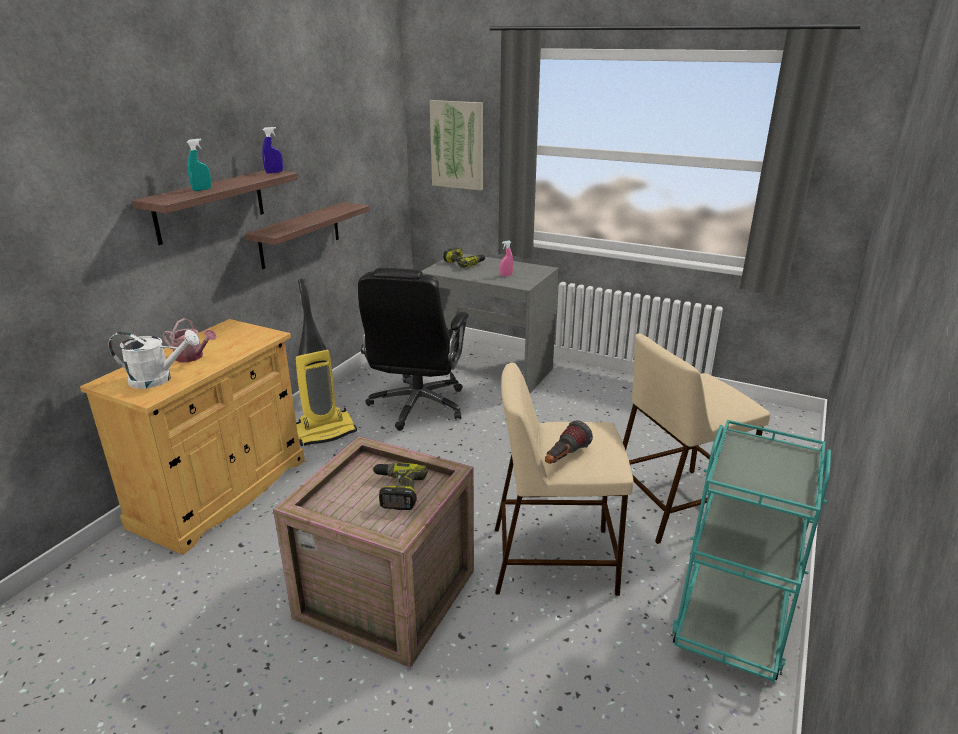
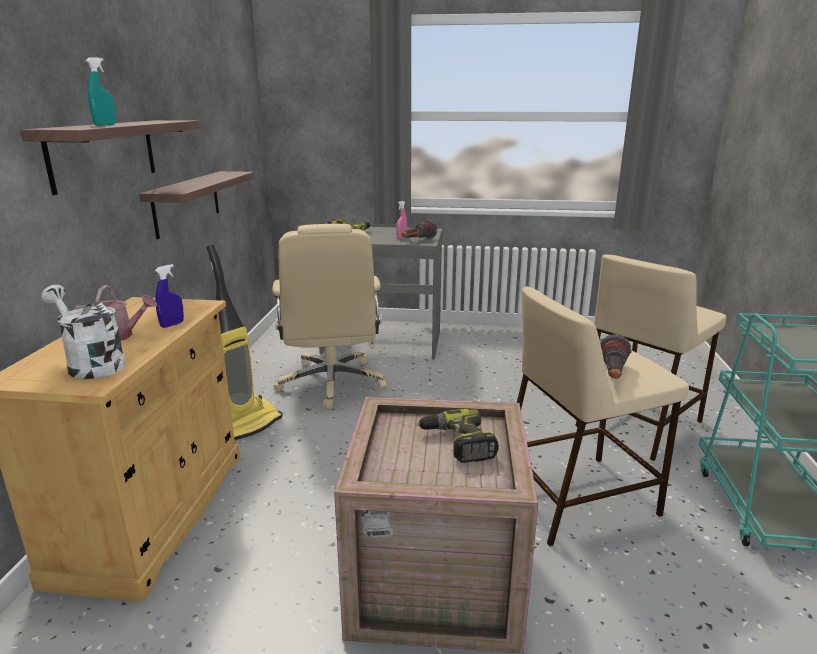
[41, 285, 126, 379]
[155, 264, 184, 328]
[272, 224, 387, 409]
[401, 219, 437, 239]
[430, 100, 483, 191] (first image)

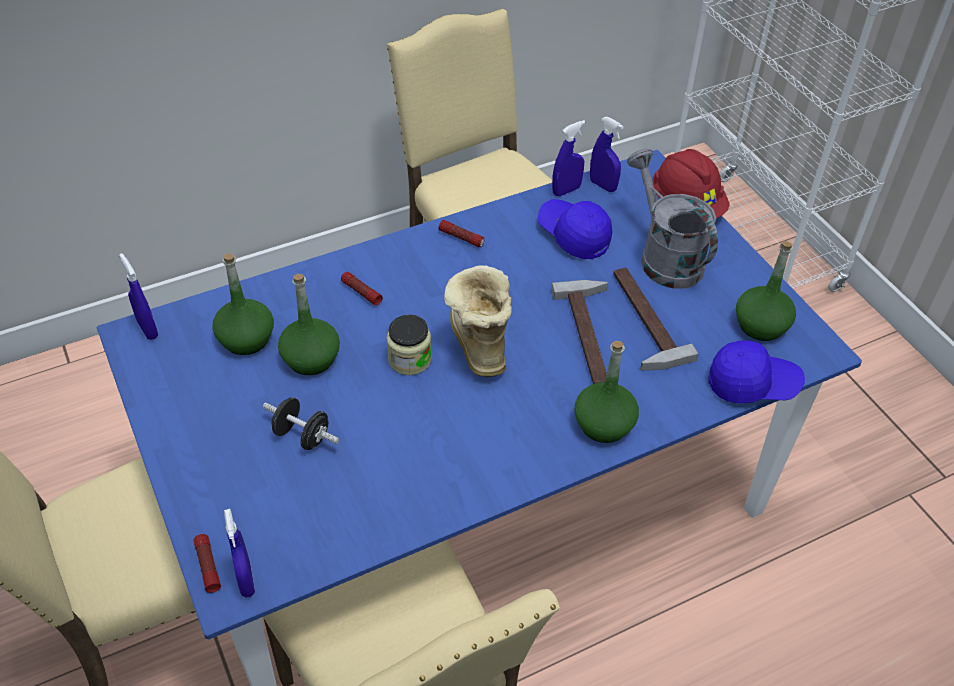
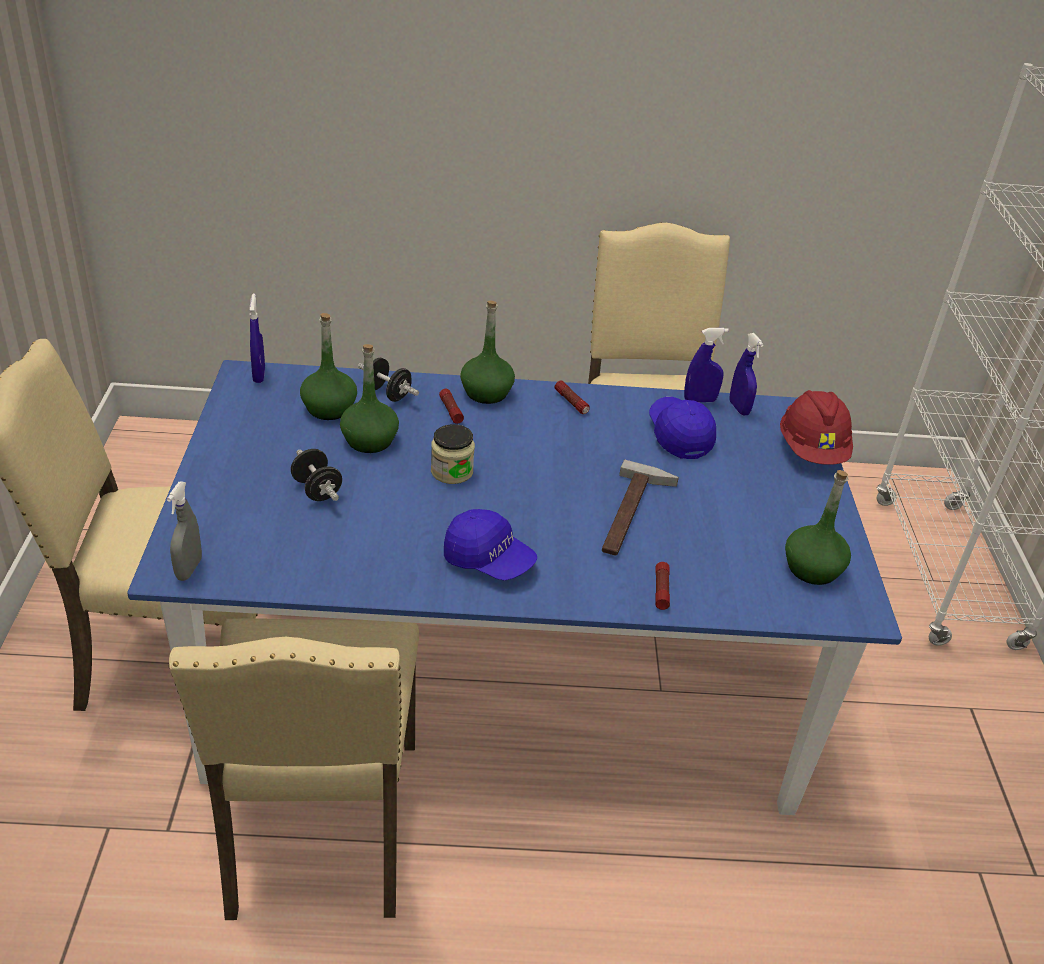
[167, 481, 202, 581]
[358, 358, 419, 402]
[444, 509, 537, 581]
[460, 301, 515, 404]
[655, 562, 670, 610]
[444, 265, 512, 377] (first image)
[613, 268, 699, 371] (first image)
[627, 149, 718, 289] (first image)

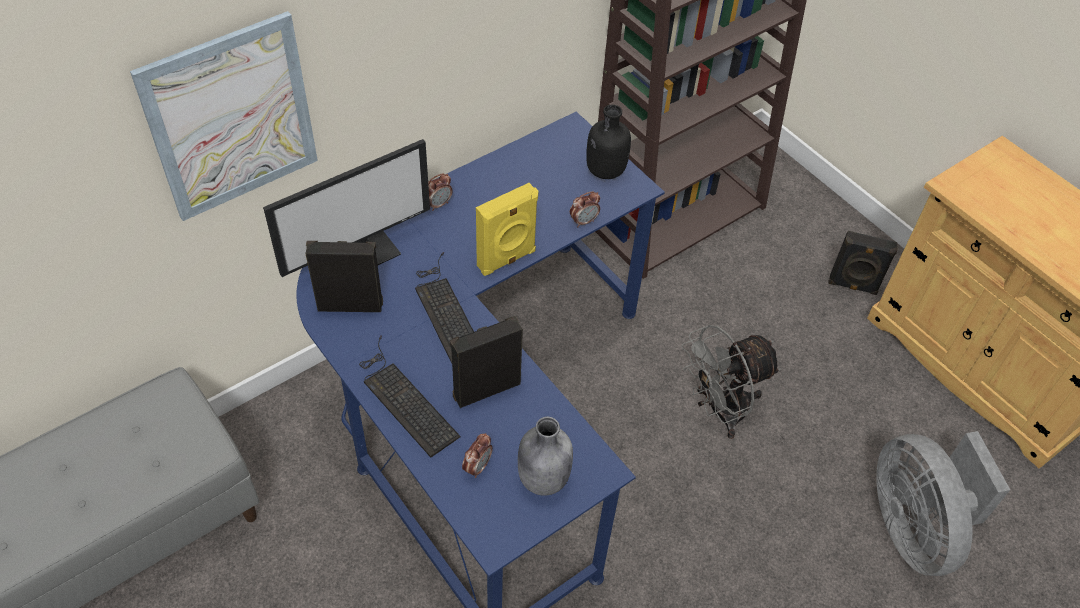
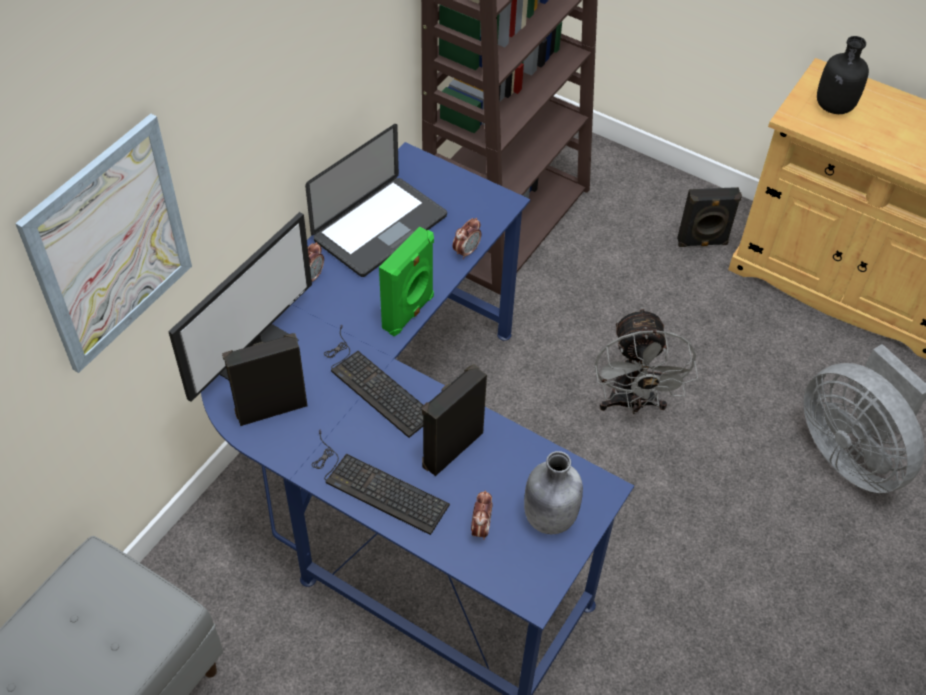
[305, 124, 447, 277]
[379, 227, 434, 336]
[595, 307, 698, 414]
[817, 36, 869, 114]

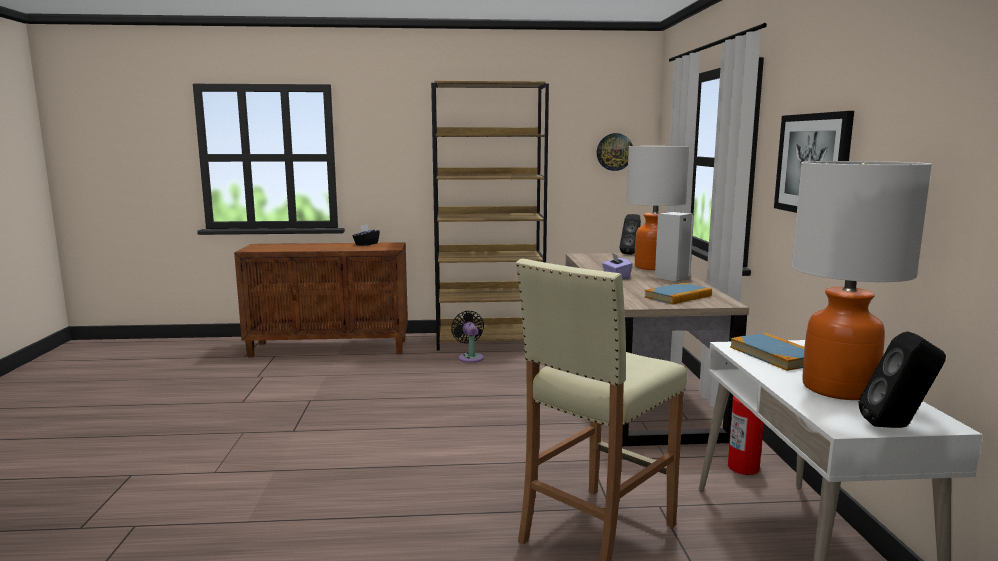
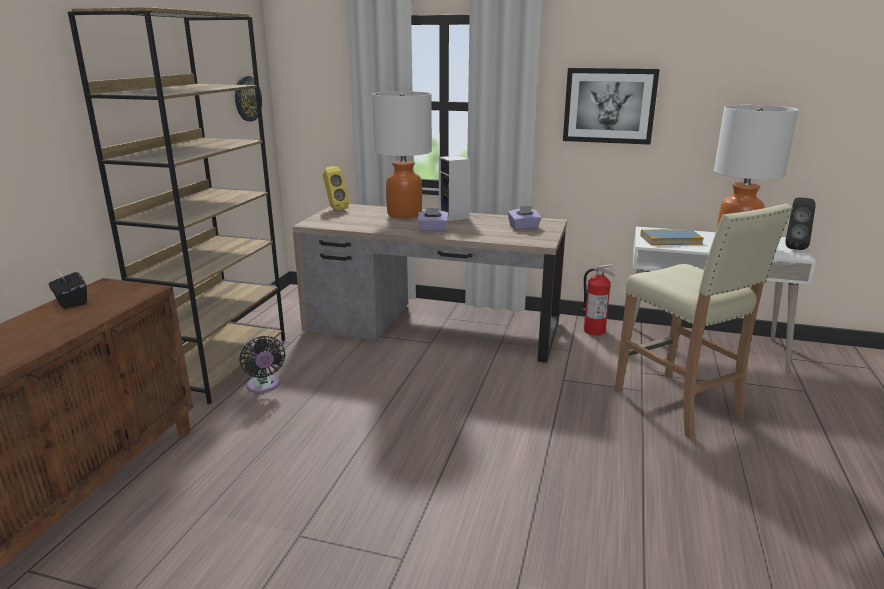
[239, 336, 286, 393]
[323, 166, 349, 210]
[508, 206, 542, 230]

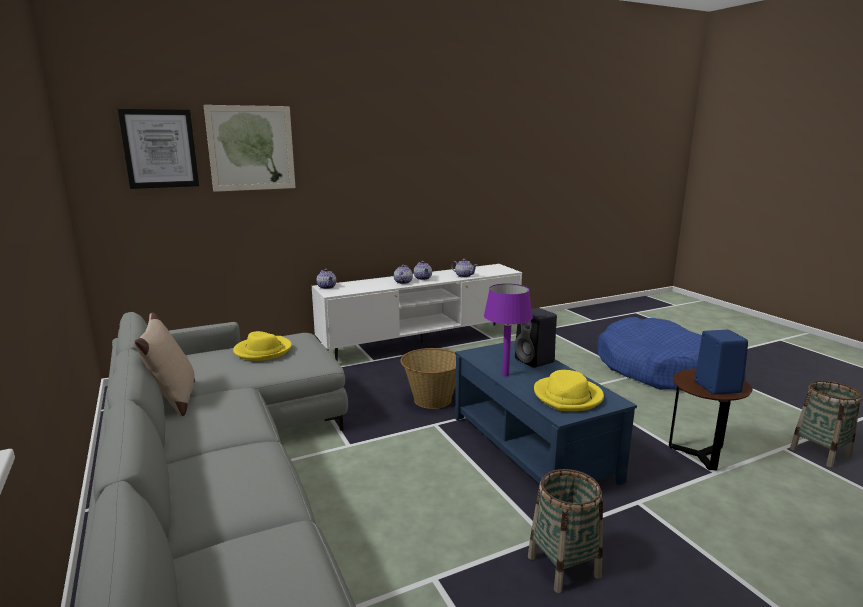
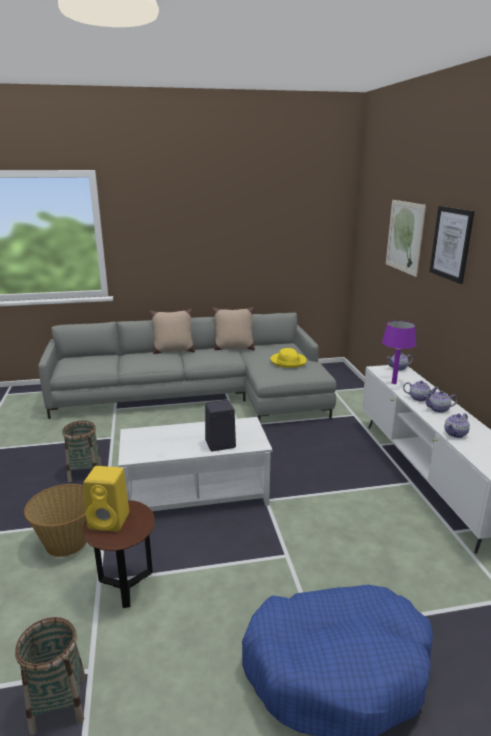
[24, 484, 87, 557]
[83, 466, 129, 532]
[118, 417, 273, 511]
[149, 309, 195, 354]
[382, 320, 416, 384]
[430, 206, 475, 284]
[534, 370, 604, 411] (first image)

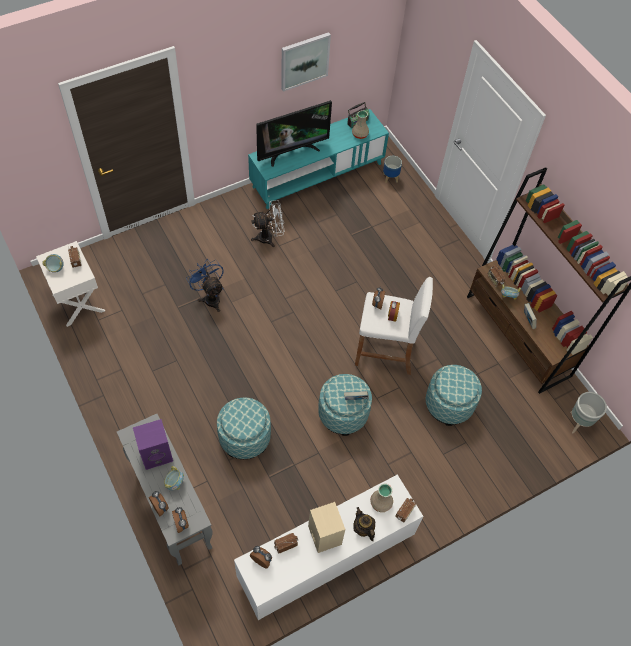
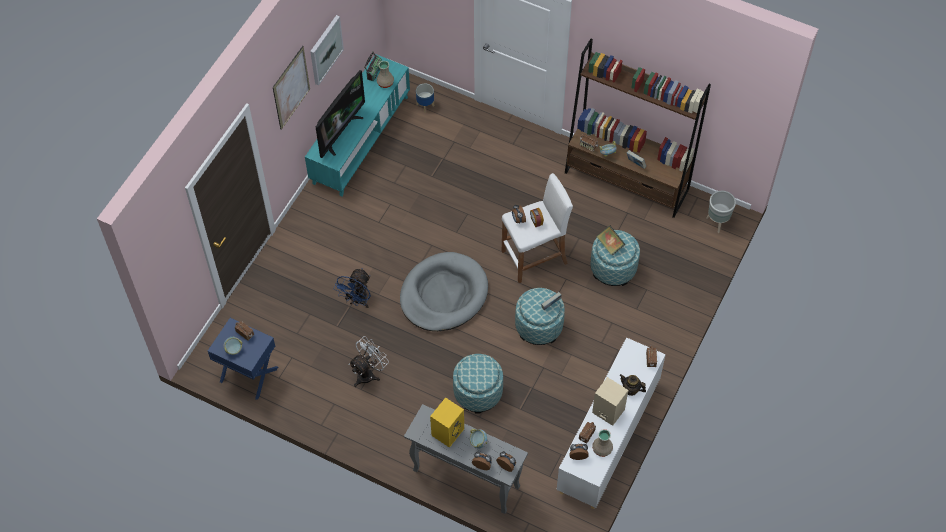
[208, 318, 278, 400]
[273, 46, 310, 130]
[334, 268, 371, 308]
[349, 336, 389, 387]
[400, 252, 488, 331]
[430, 397, 464, 448]
[592, 429, 613, 457]
[597, 226, 626, 256]

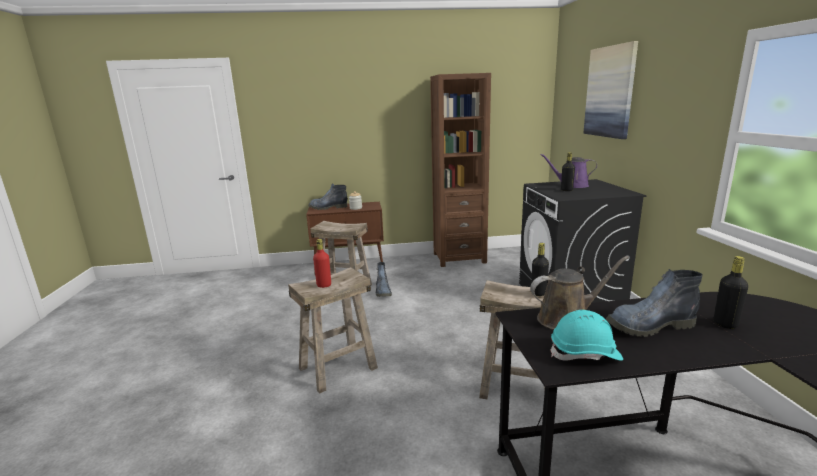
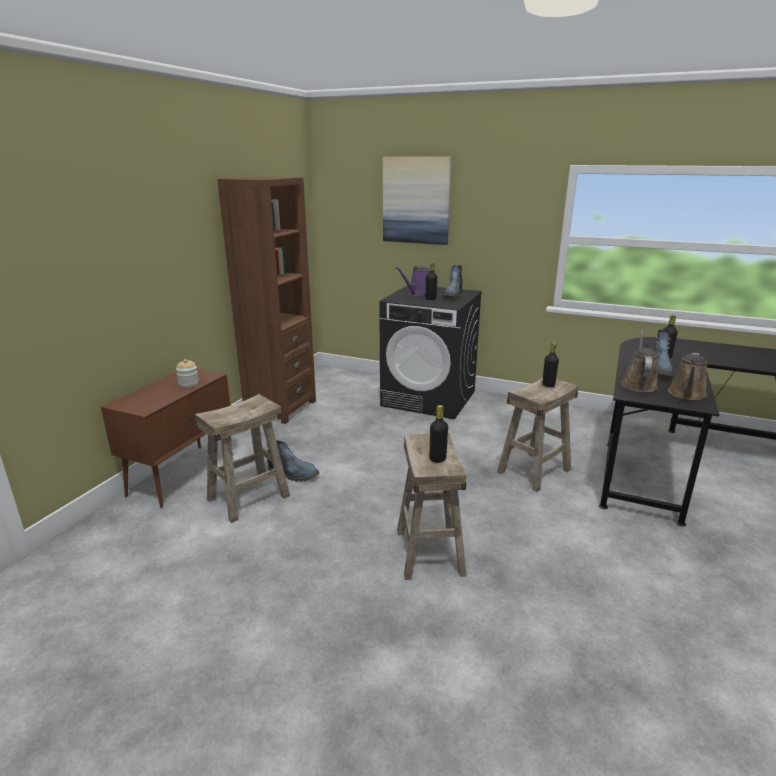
[430, 405, 448, 463]
[443, 265, 463, 298]
[668, 353, 707, 400]

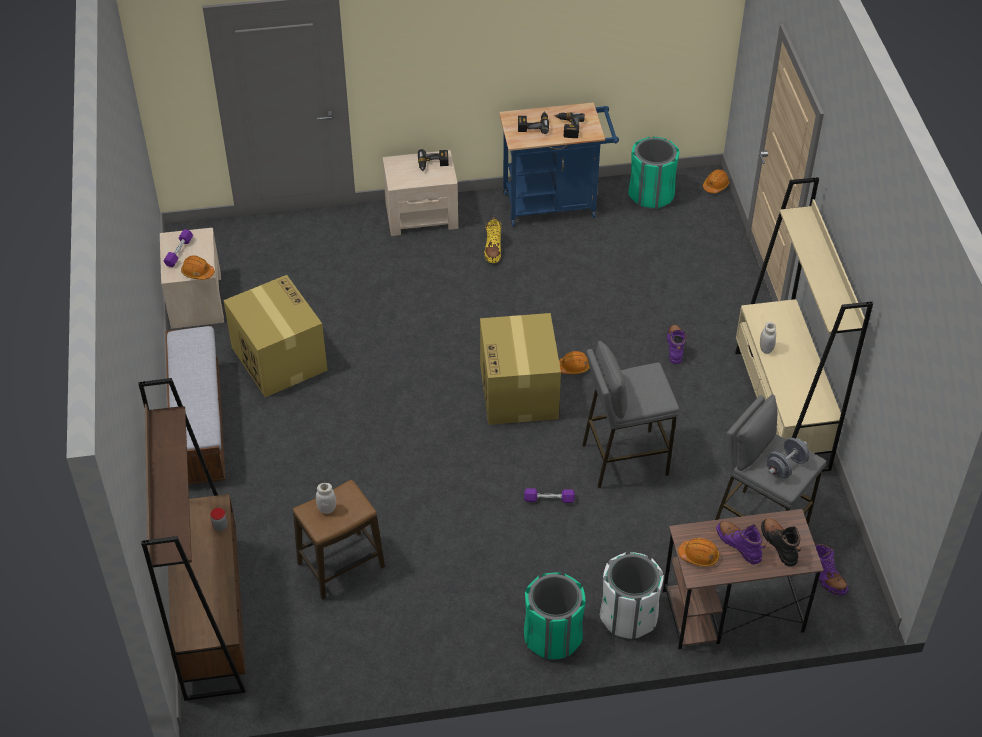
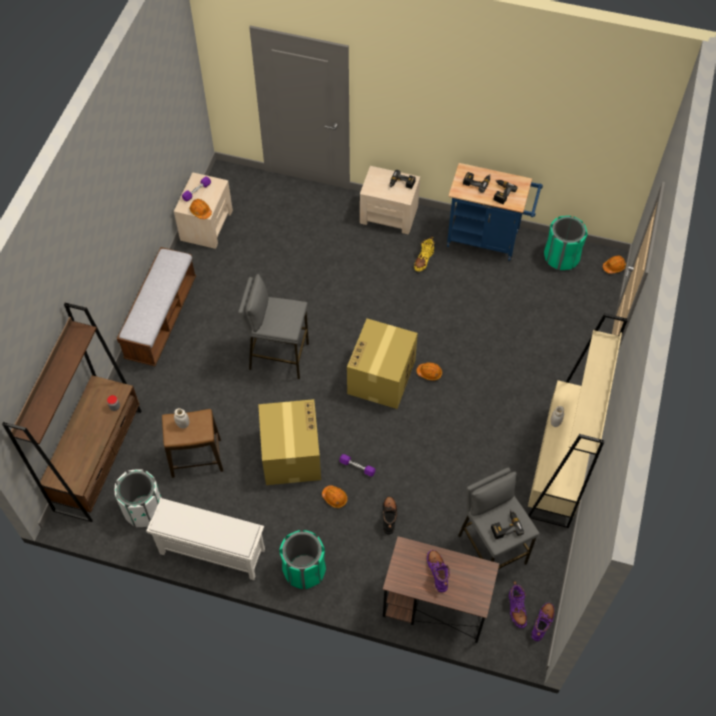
[115, 469, 162, 527]
[146, 498, 265, 580]
[238, 274, 309, 379]
[258, 399, 321, 485]
[322, 485, 348, 508]
[383, 497, 397, 535]
[491, 509, 524, 539]
[531, 603, 555, 641]

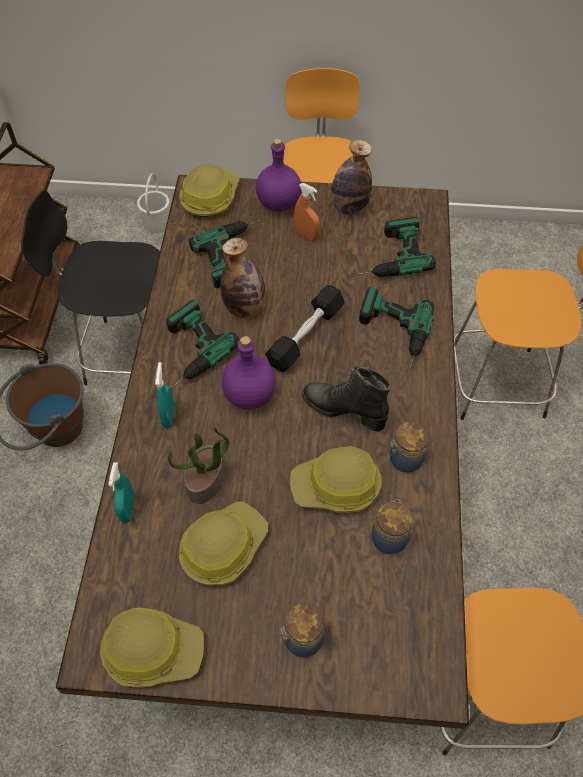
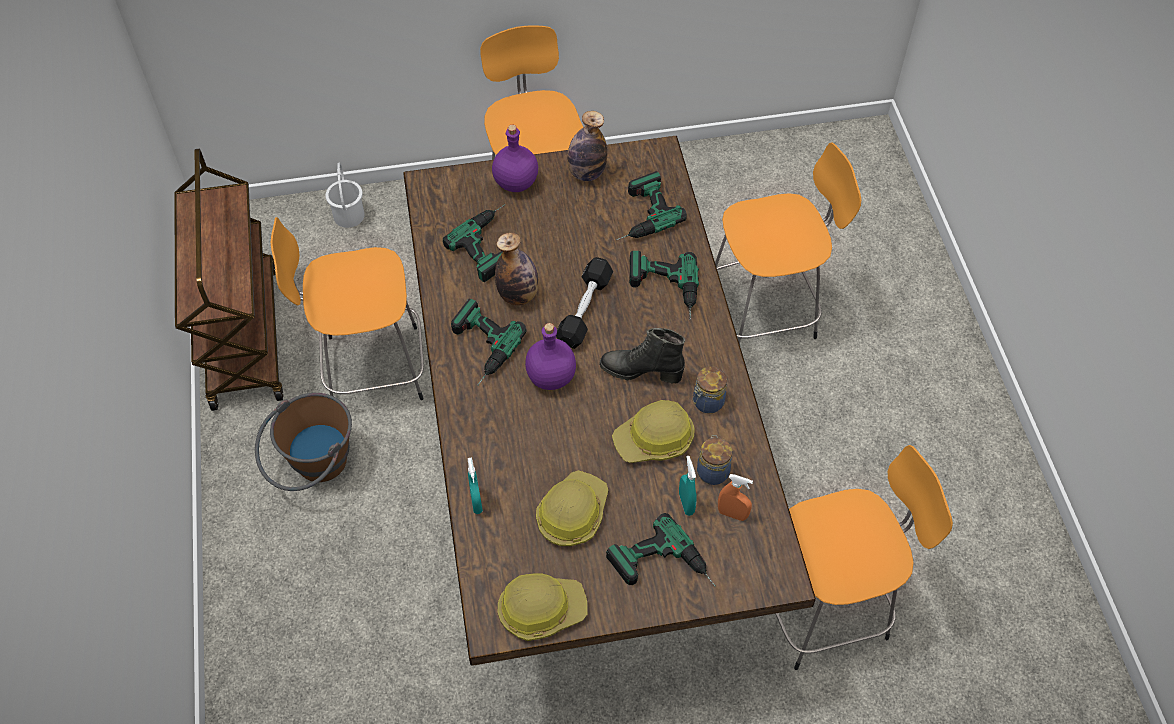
[270, 217, 424, 400]
[606, 513, 716, 587]
[679, 456, 697, 516]
[718, 474, 753, 521]
[168, 427, 229, 504] (first image)
[179, 164, 240, 217] (first image)

